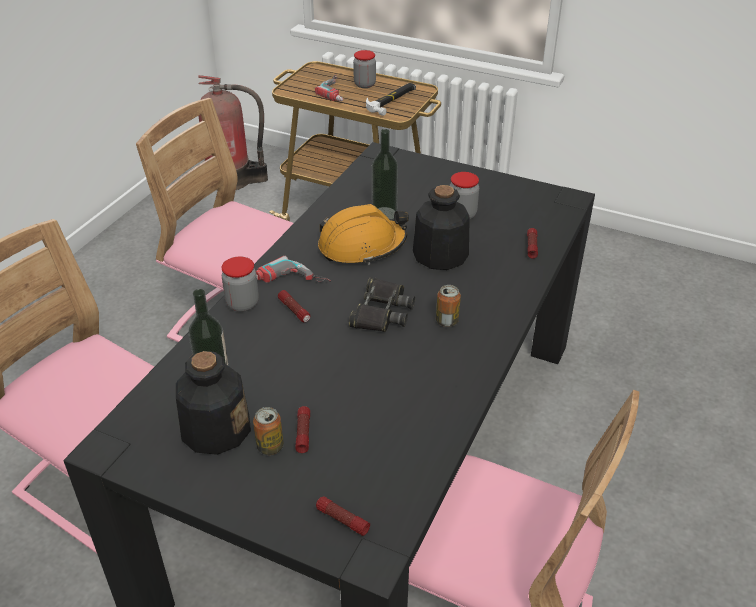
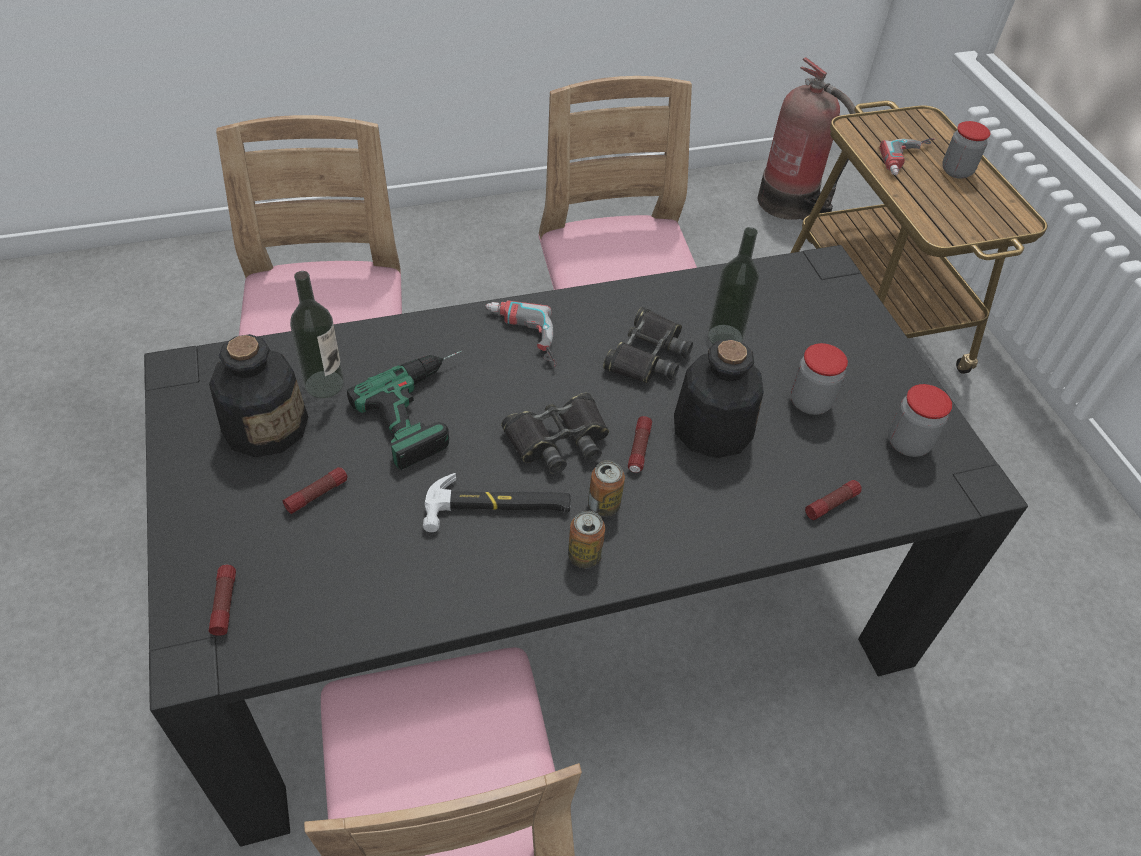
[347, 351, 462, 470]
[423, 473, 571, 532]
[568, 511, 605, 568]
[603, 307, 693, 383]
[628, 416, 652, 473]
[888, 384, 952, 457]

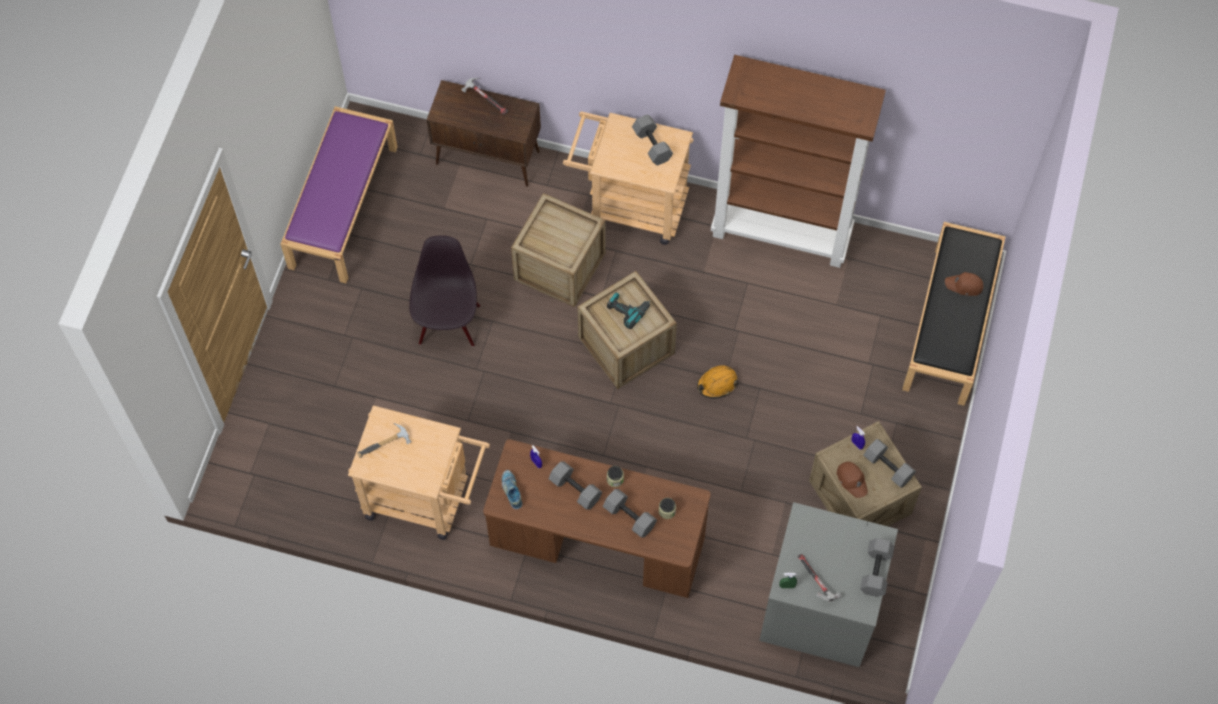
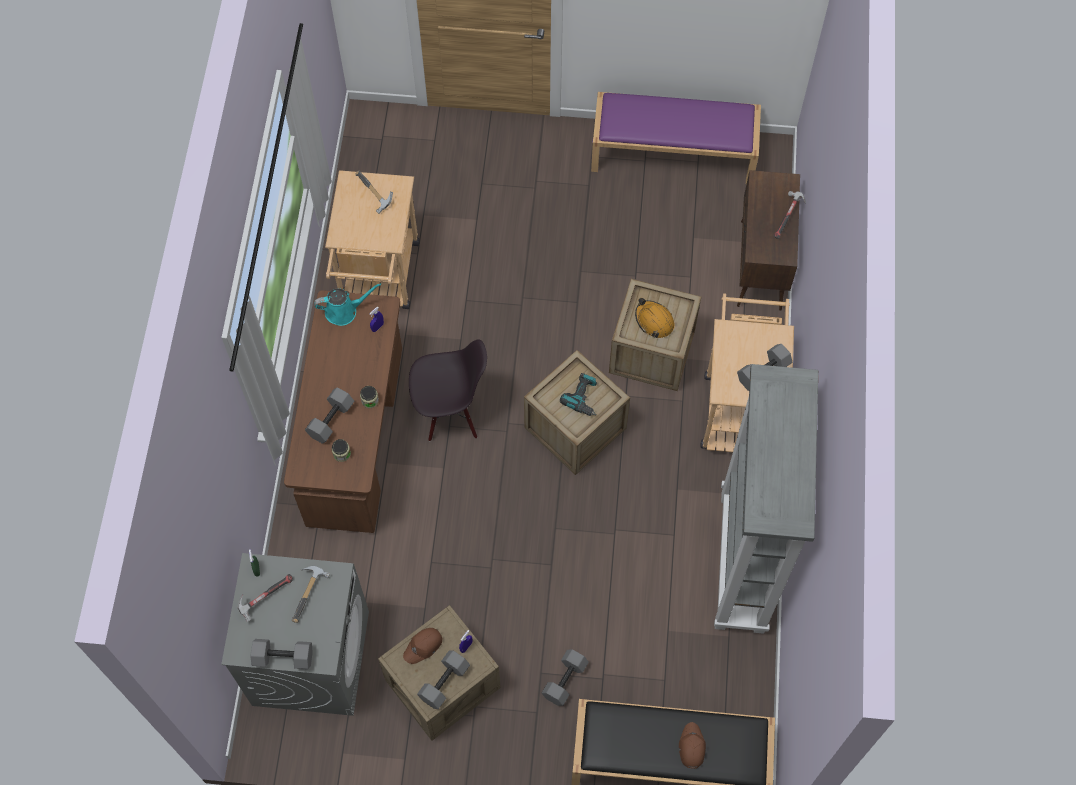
[292, 566, 330, 623]
[314, 283, 381, 326]
[409, 339, 487, 441]
[542, 649, 589, 706]
[635, 298, 675, 338]
[714, 364, 818, 634]

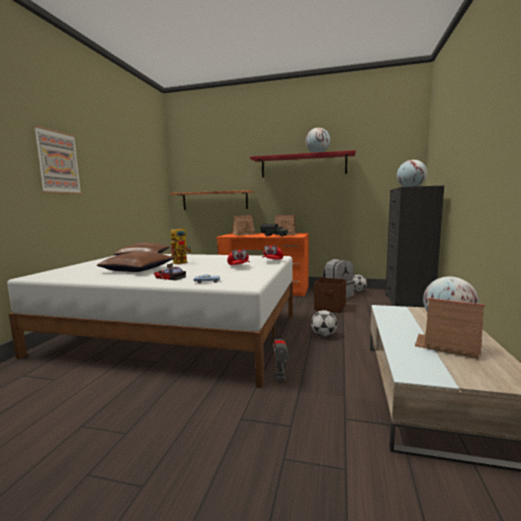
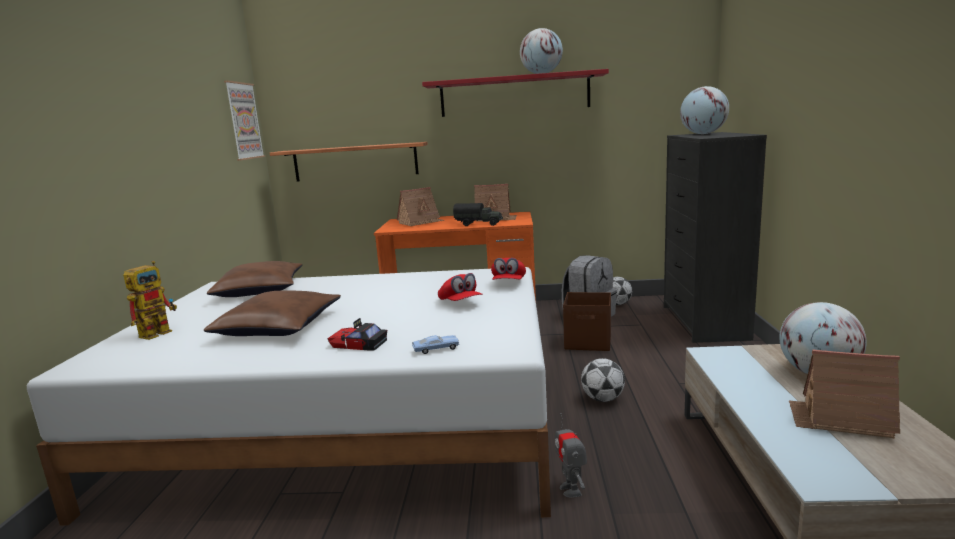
[123, 261, 177, 340]
[224, 81, 265, 161]

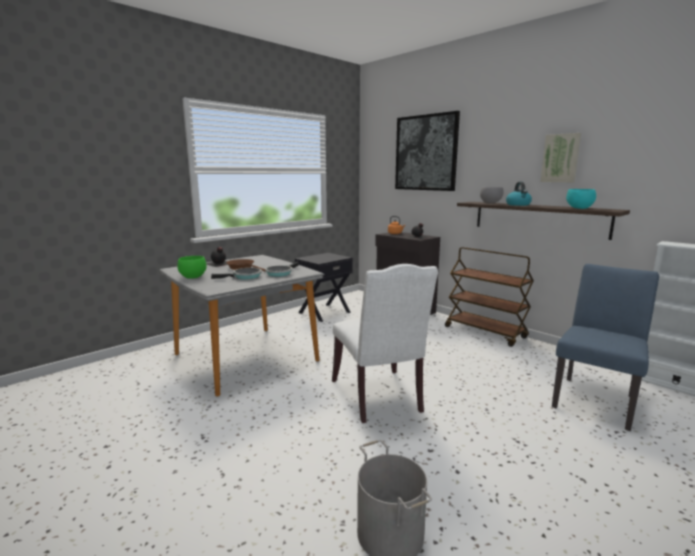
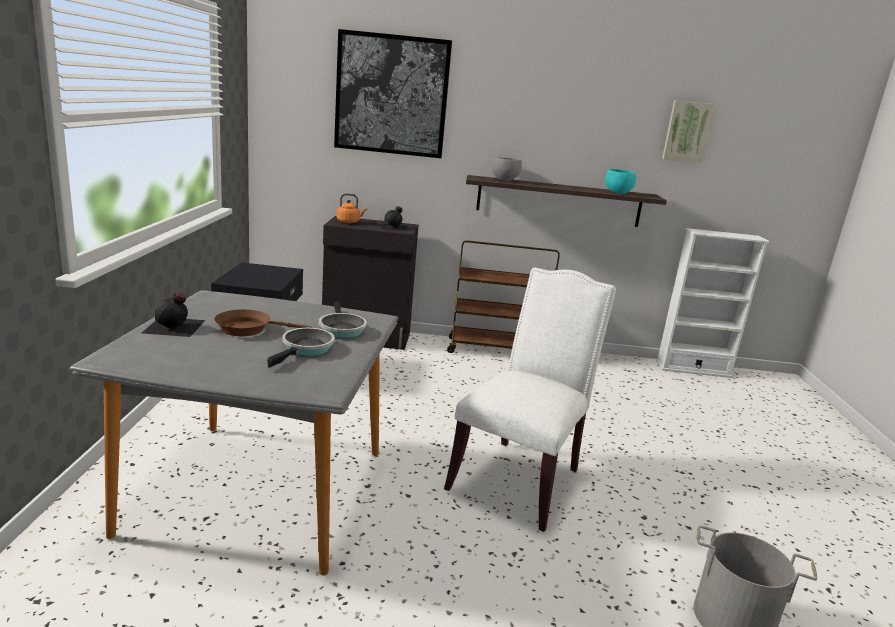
[444, 268, 616, 532]
[662, 100, 715, 163]
[177, 256, 207, 279] (first image)
[506, 182, 532, 206] (first image)
[552, 264, 659, 431] (first image)

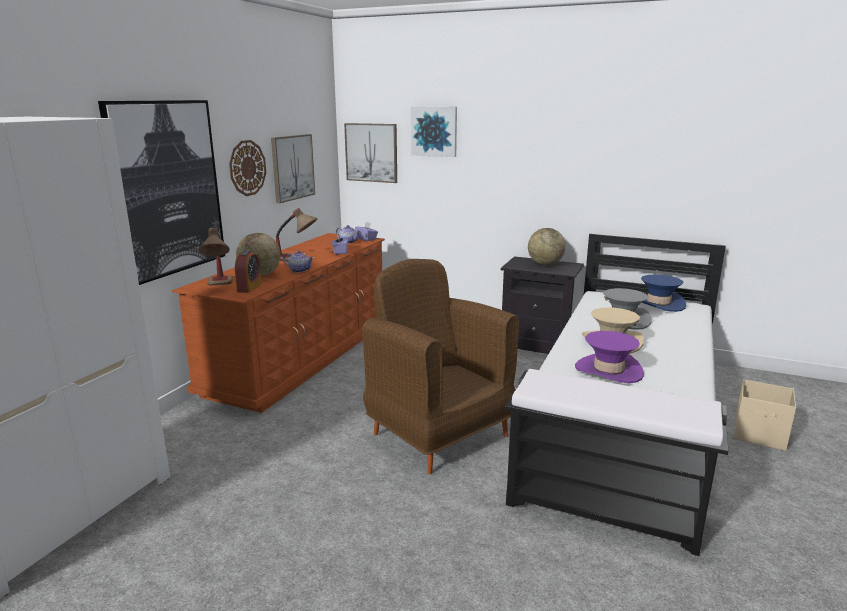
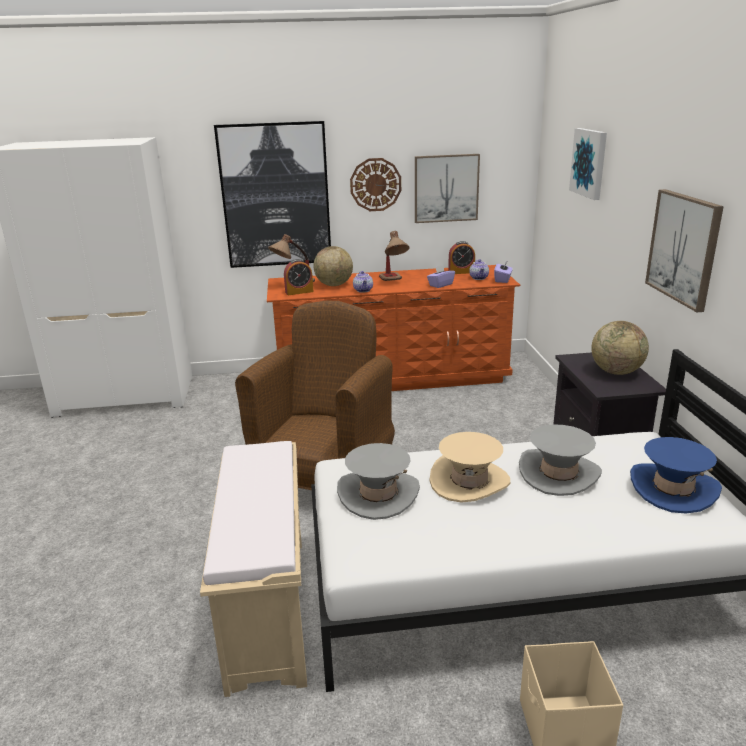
[200, 441, 307, 697]
[337, 443, 420, 520]
[448, 241, 475, 274]
[645, 189, 724, 312]

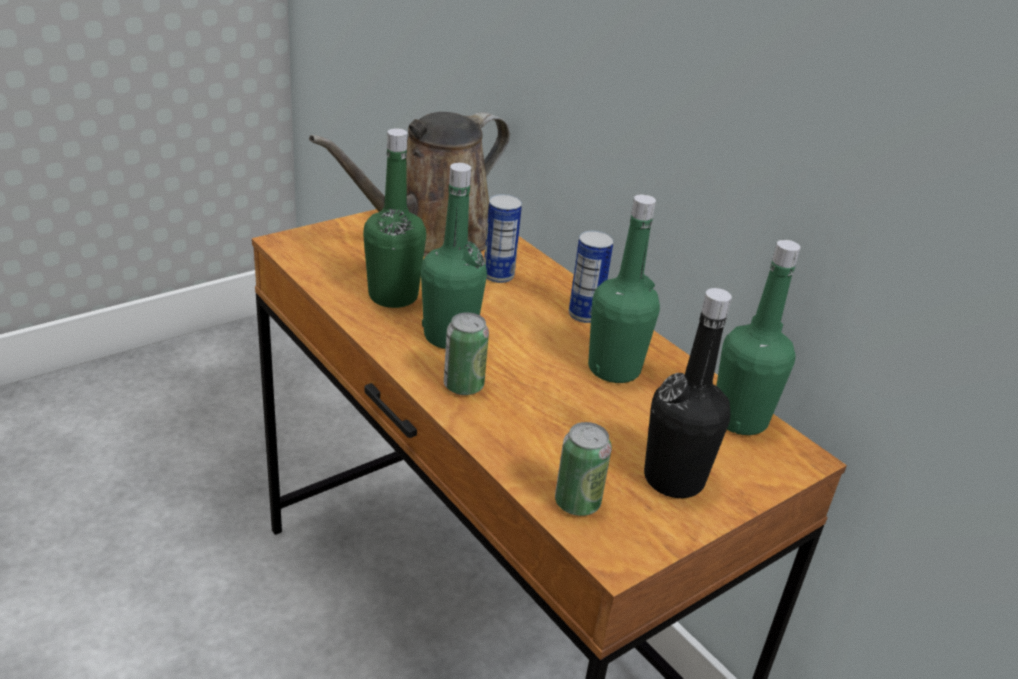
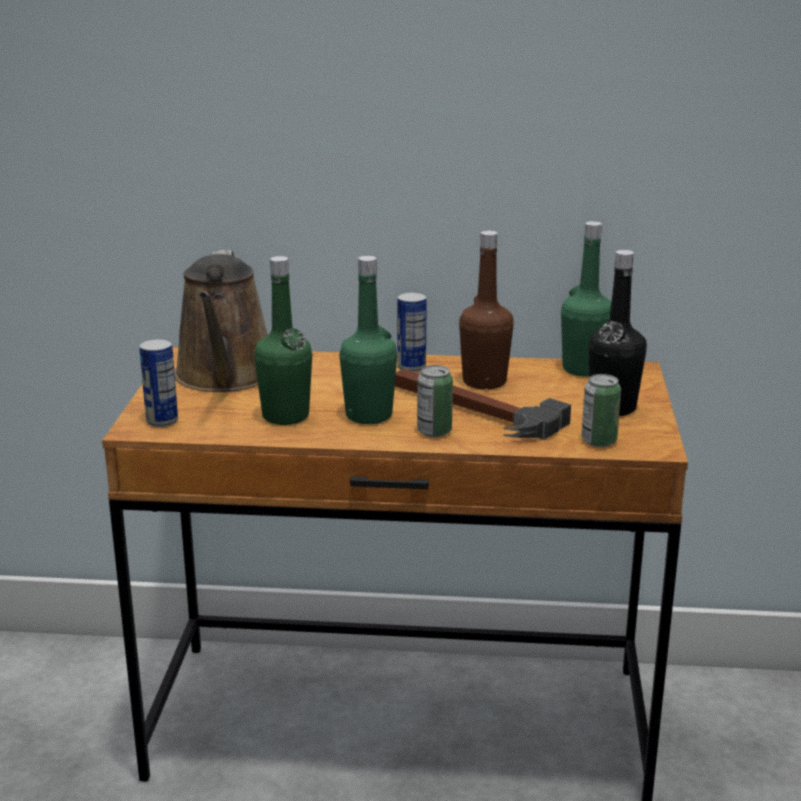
[139, 338, 178, 427]
[395, 369, 571, 440]
[459, 231, 514, 389]

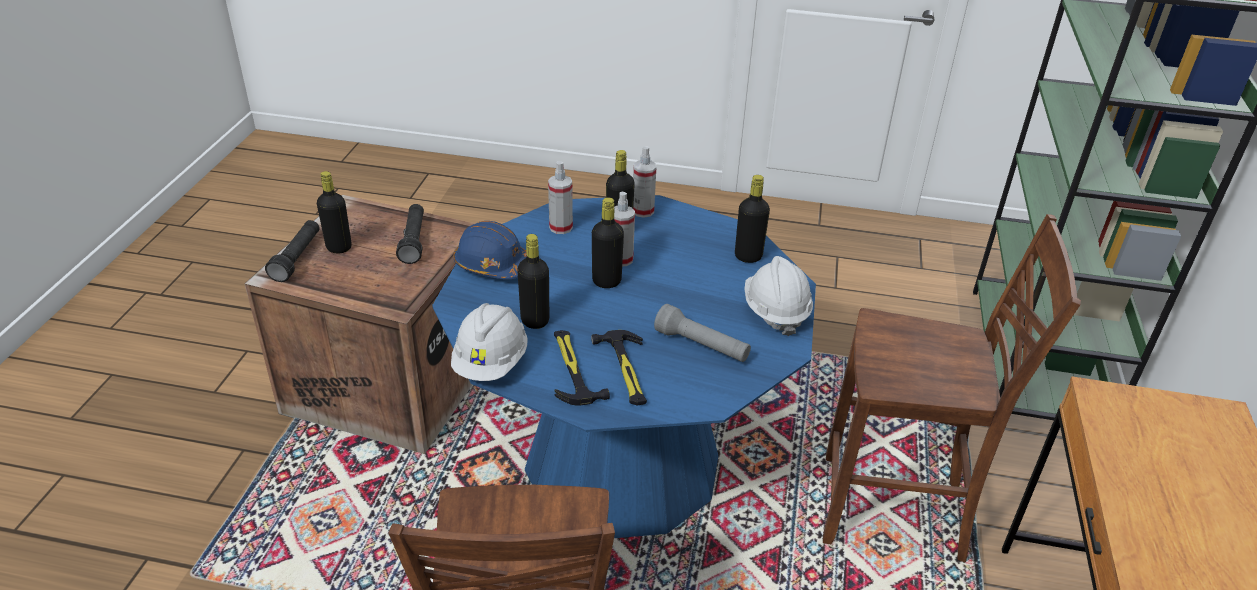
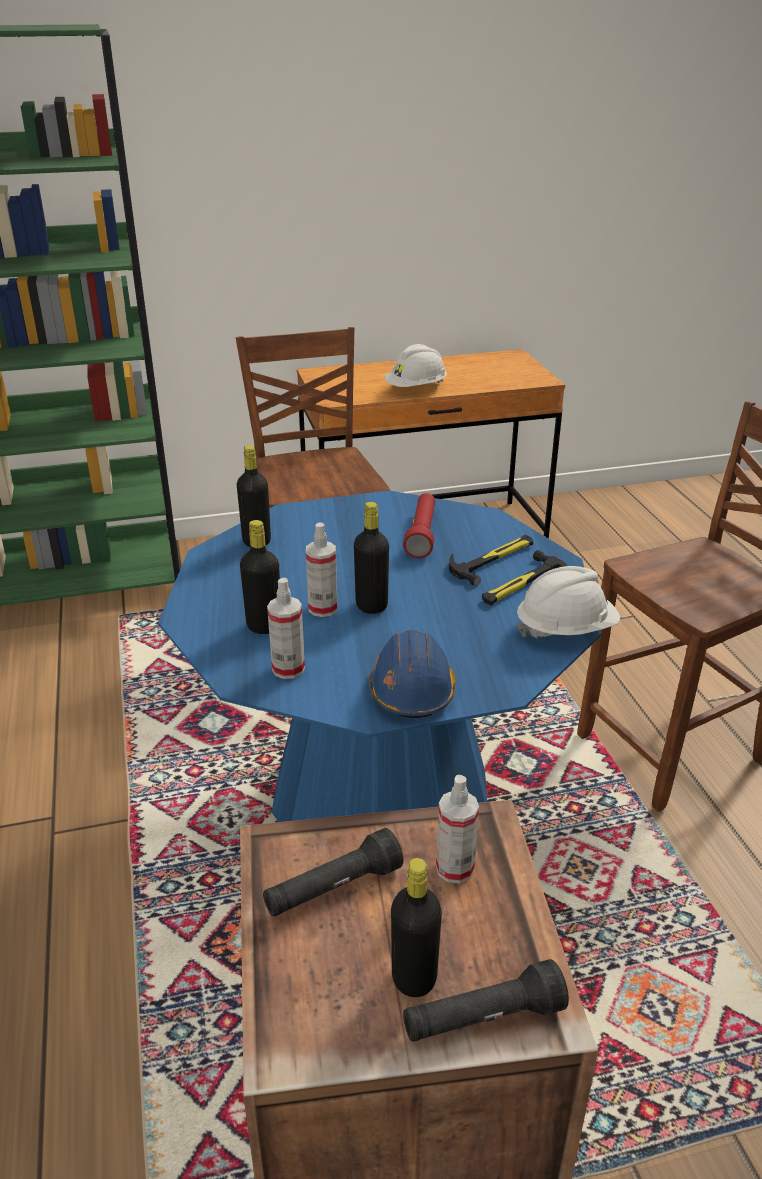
[385, 344, 447, 387]
[403, 493, 435, 558]
[436, 775, 479, 884]
[517, 234, 549, 329] (first image)

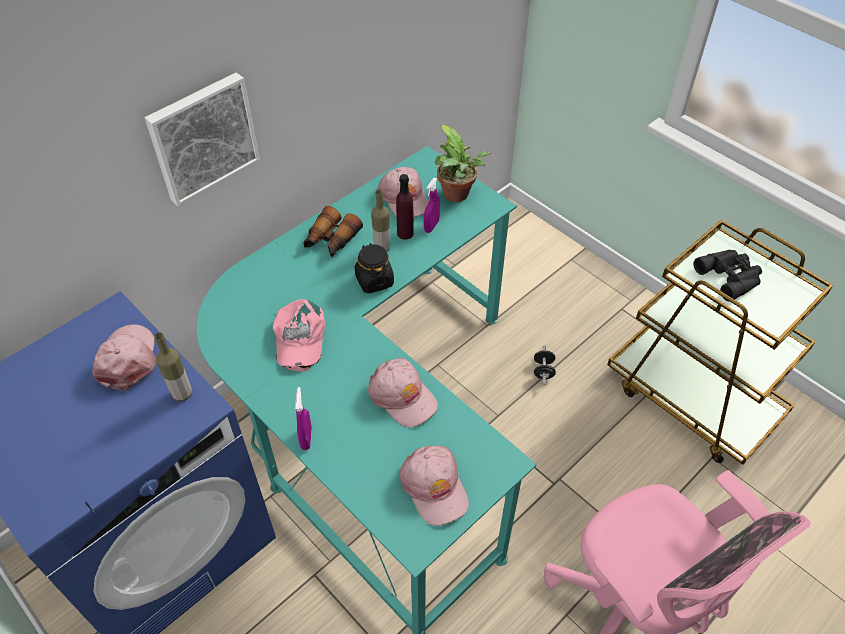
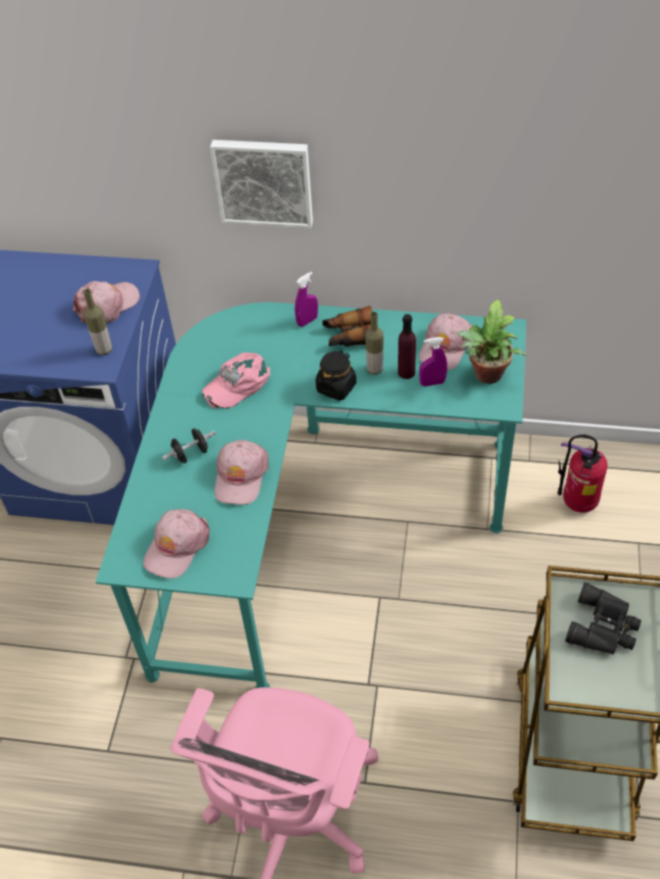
[162, 428, 216, 463]
[295, 272, 318, 327]
[558, 434, 607, 513]

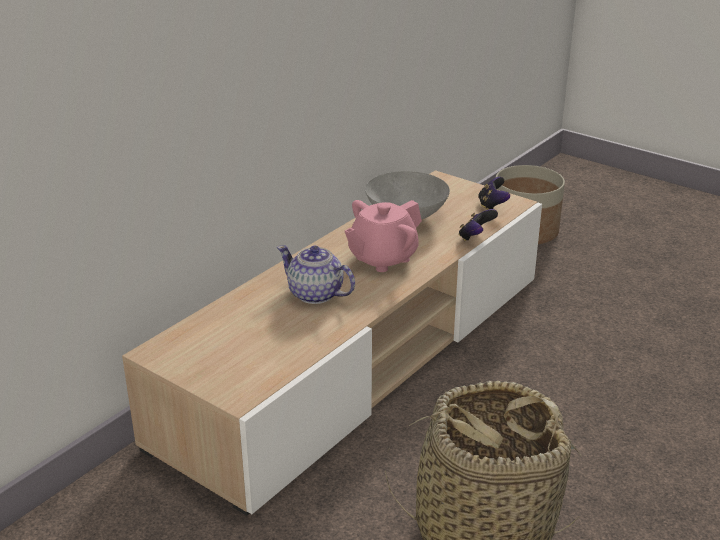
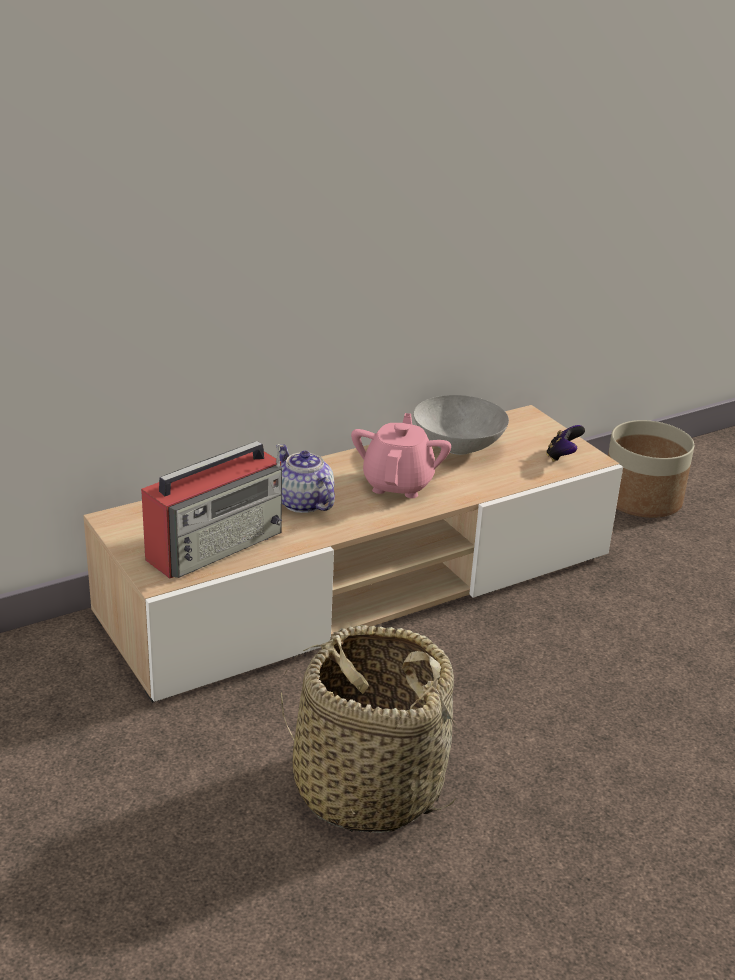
[141, 441, 282, 579]
[351, 413, 451, 498]
[459, 209, 498, 241] (first image)

